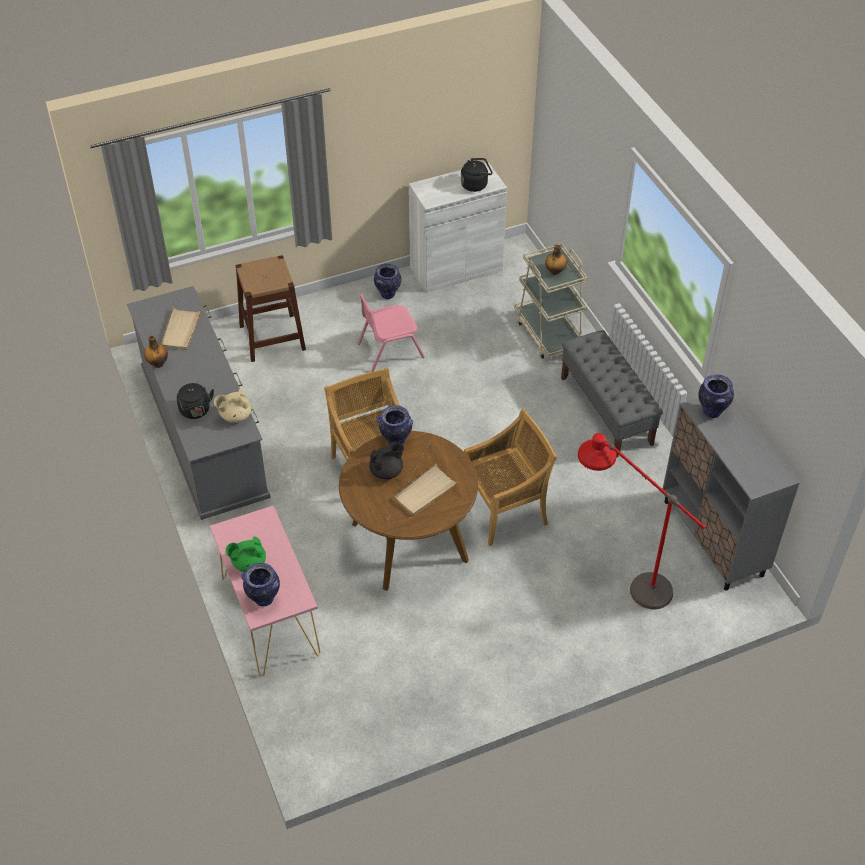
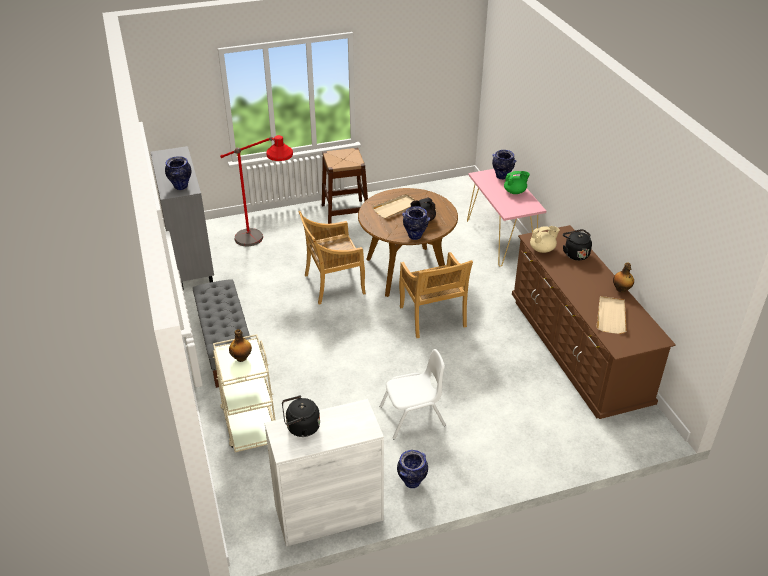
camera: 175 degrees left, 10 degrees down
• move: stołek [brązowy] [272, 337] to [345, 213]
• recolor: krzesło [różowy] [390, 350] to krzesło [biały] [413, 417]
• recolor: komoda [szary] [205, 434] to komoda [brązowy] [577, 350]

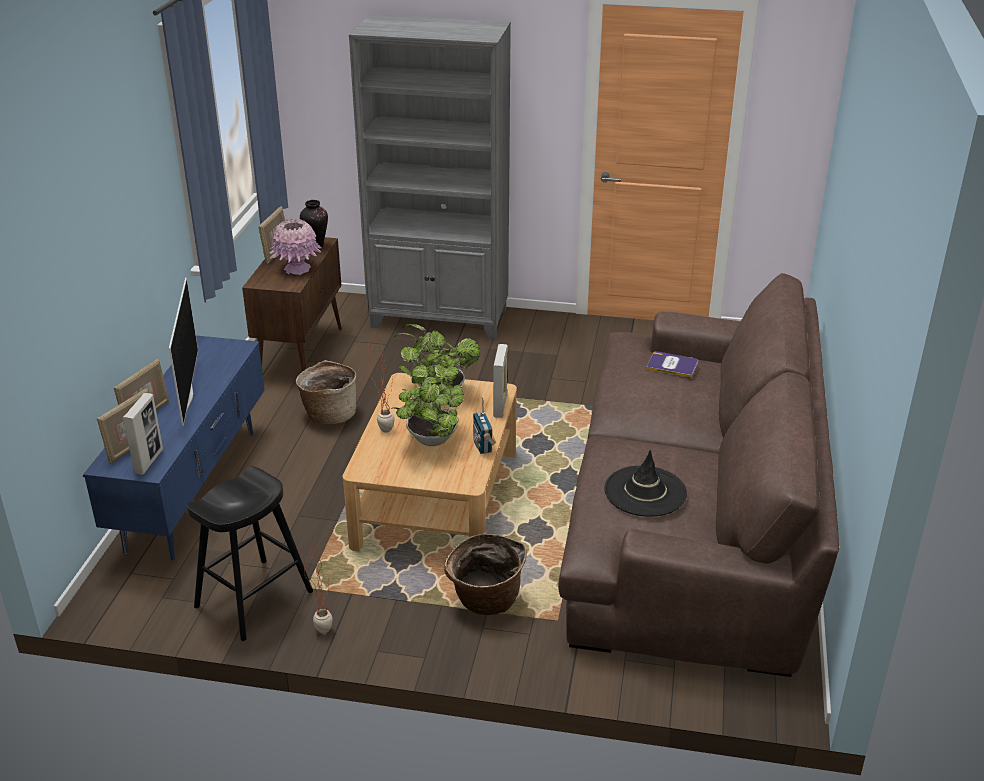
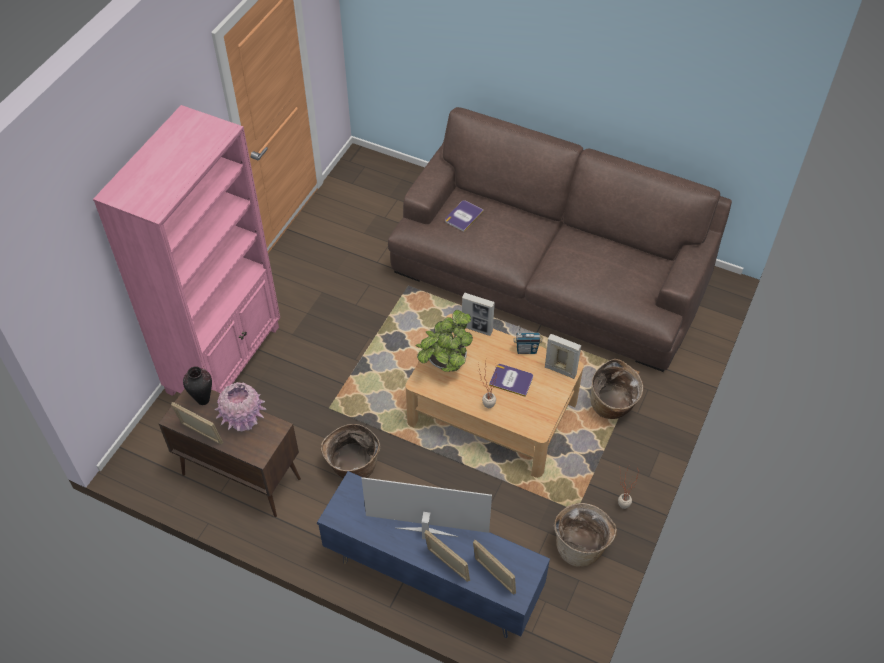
camera: 75 degrees left, 20 degrees up
• recolor: regał [szary] [440, 319] to regał [różowy] [225, 359]
• replace: roślina doniczkowa [430, 441] to książka [511, 380]
• move: ramka na zdjęcie [149, 461] to [560, 370]
• replace: stołek [czarny] [254, 599] to koszyk [581, 546]
• delete: kapelusz [czarny] [645, 492]

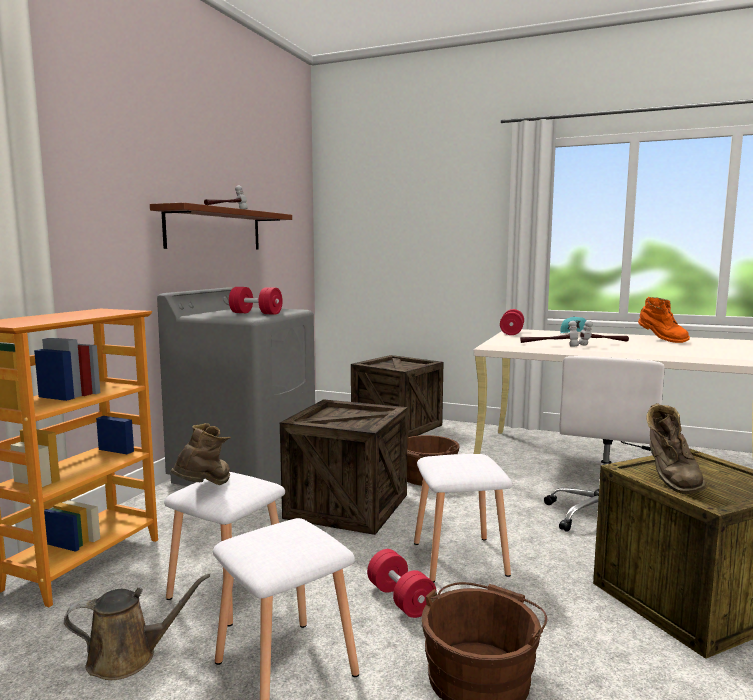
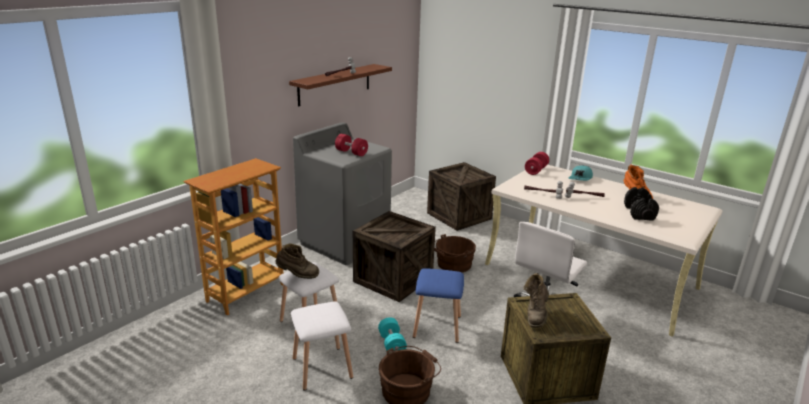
camera: 15 degrees right, 15 degrees up
• rotate: but z cholewką [brązowy] [205, 489] = [297, 275] 60 degrees clockwise
• recolor: hantel [czerwony] [400, 599] to hantel [turkusowy] [391, 344]
• recolor: stołek [biały] [461, 558] to stołek [niebieski] [438, 326]
• insert: hantel [czarny] [639, 213]
• delete: konewka [brązowy] [129, 657]

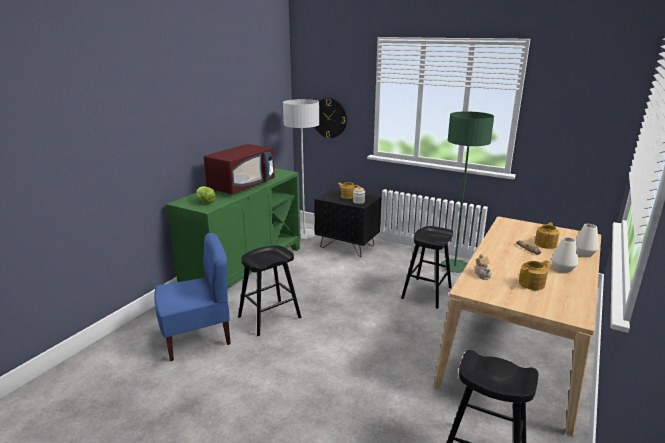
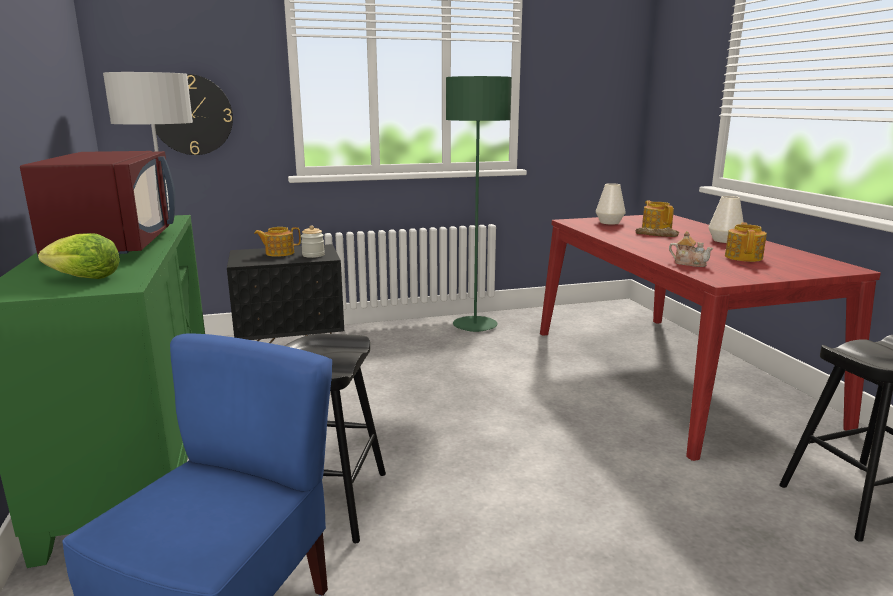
camera: 45 degrees left, 5 degrees down
• recolor: stół jadalny [beżowy] [519, 344] to stół jadalny [czerwony] [671, 374]
• move: wazon [biały] [584, 253] to [609, 222]
• delete: stołek [czarny] [426, 293]

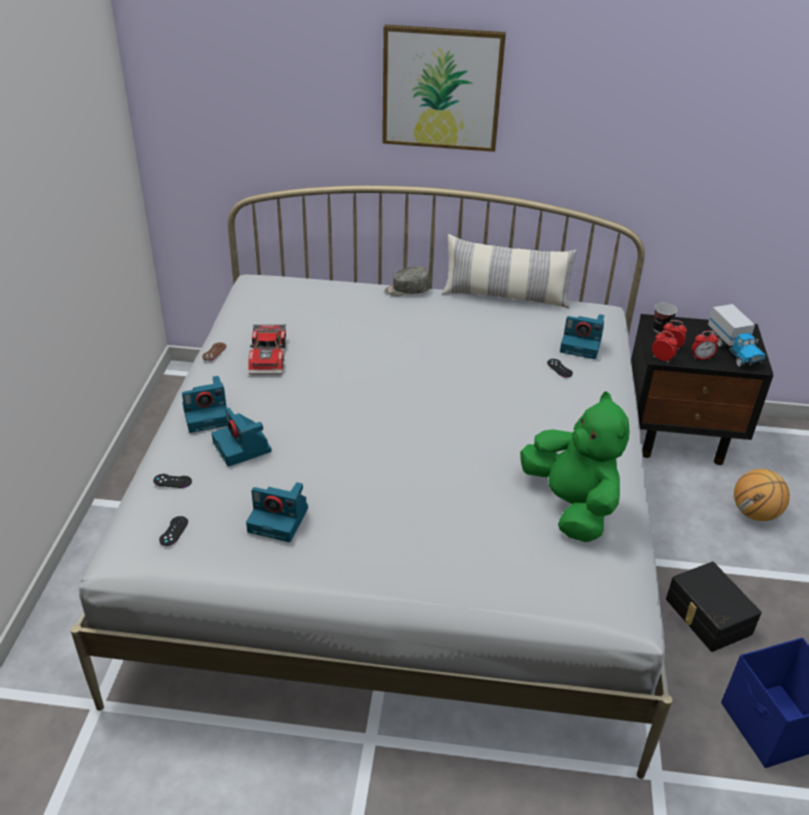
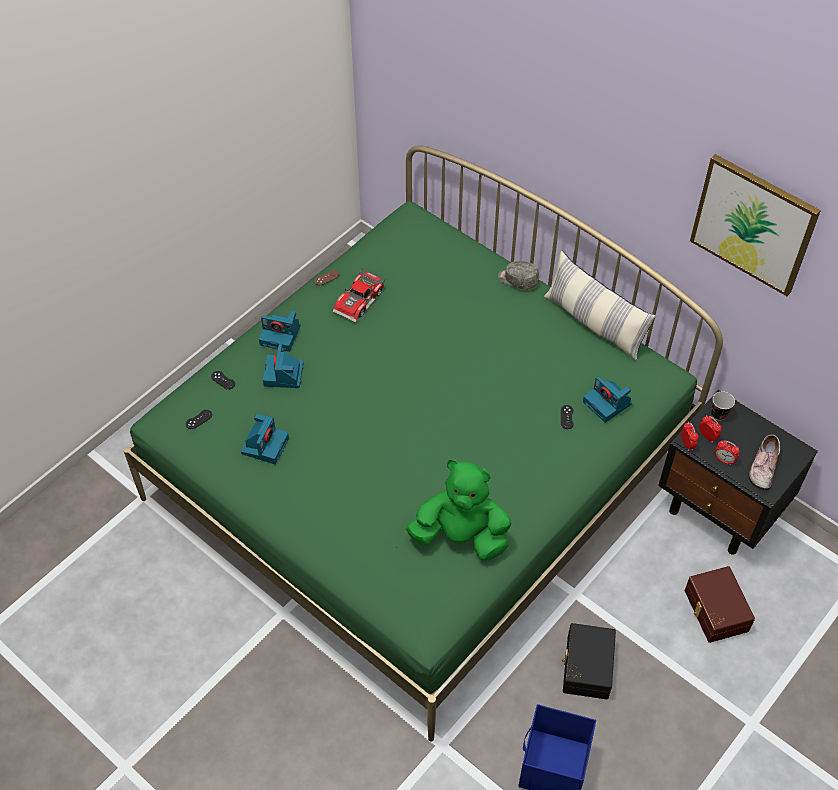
camera: 35 degrees right, 15 degrees up
• recolor: łóżko [biały] [401, 530] to łóżko [zielony] [419, 474]
• rotate: aparat fotograficzny [279, 519] = [265, 445] 120 degrees counterclockwise
• rotate: pluszak [zielony] [571, 505] = [461, 536] 90 degrees counterclockwise
• replace: piłka do koszykówki [755, 513] to pojemnik do przechowywania [brązowy] [714, 611]
• move: obraz [441, 88] to [753, 224]
• replace: ciężarówka zabawkowa [733, 350] to but [762, 467]

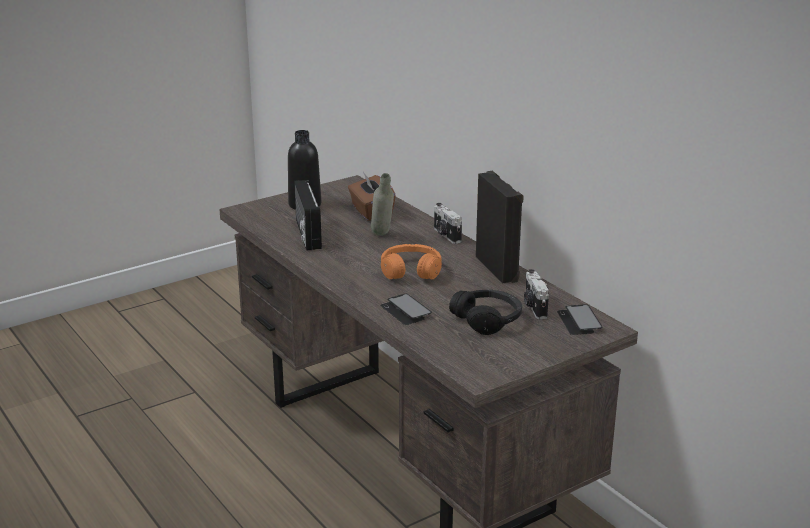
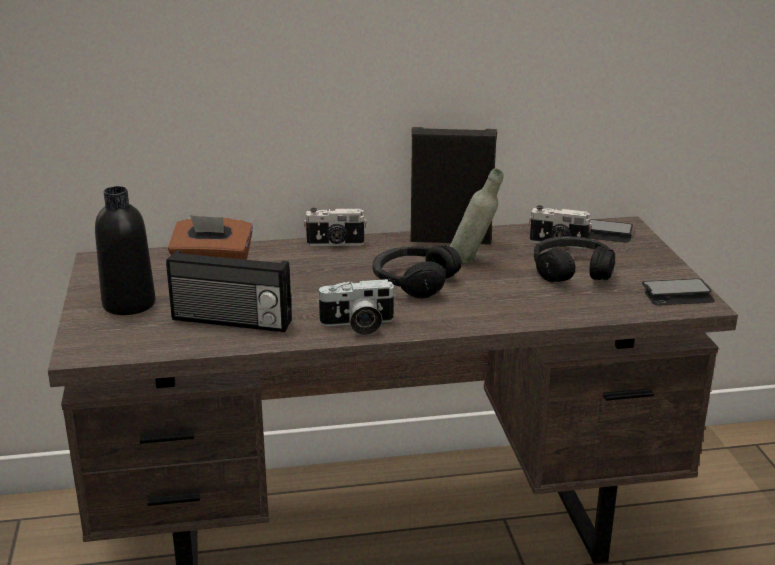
camera: 65 degrees left, 0 degrees up
• insert: aparat fotograficzny [358, 325]
• recolor: słuchawki [pomarańczowy] [411, 271] to słuchawki [czarny] [414, 282]
• move: butelka [szary] [382, 236] to [473, 262]
• move: telefon [405, 311] to [677, 294]

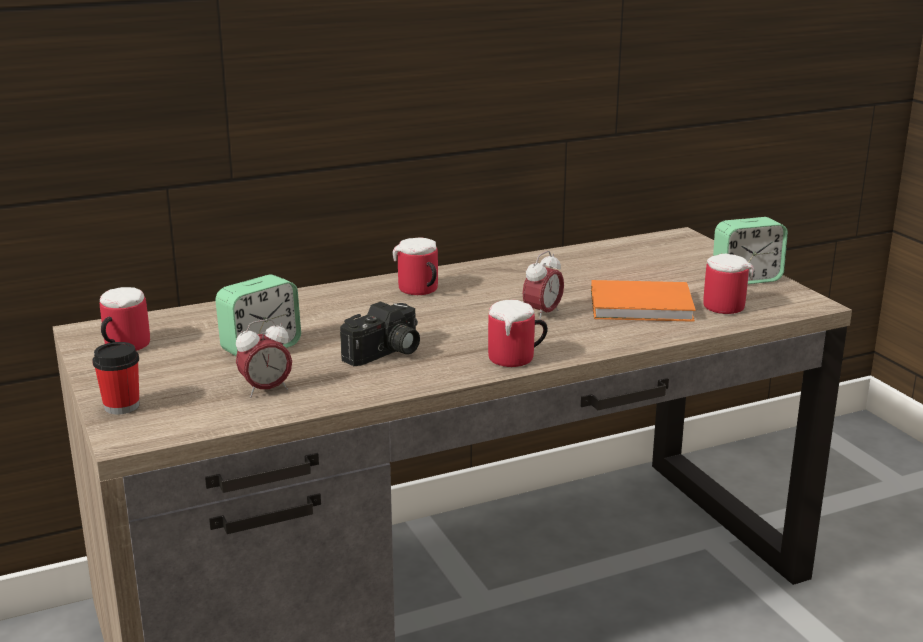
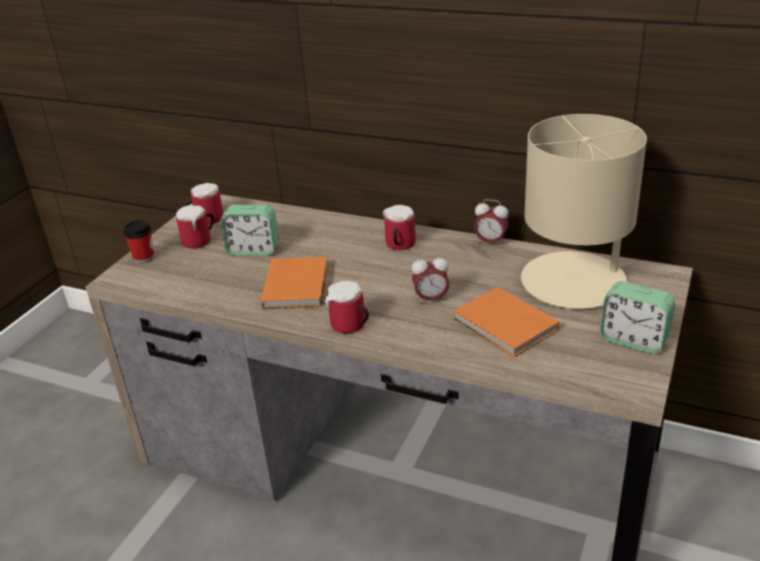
camera: 50 degrees right, 10 degrees up
• move: kubek [724, 305] to [201, 241]
• replace: aparat fotograficzny [385, 353] to książka [pomarańczowy] [297, 284]
• move: budzik [266, 390] to [490, 242]
• insert: lampa stołowa [beżowy] [574, 282]

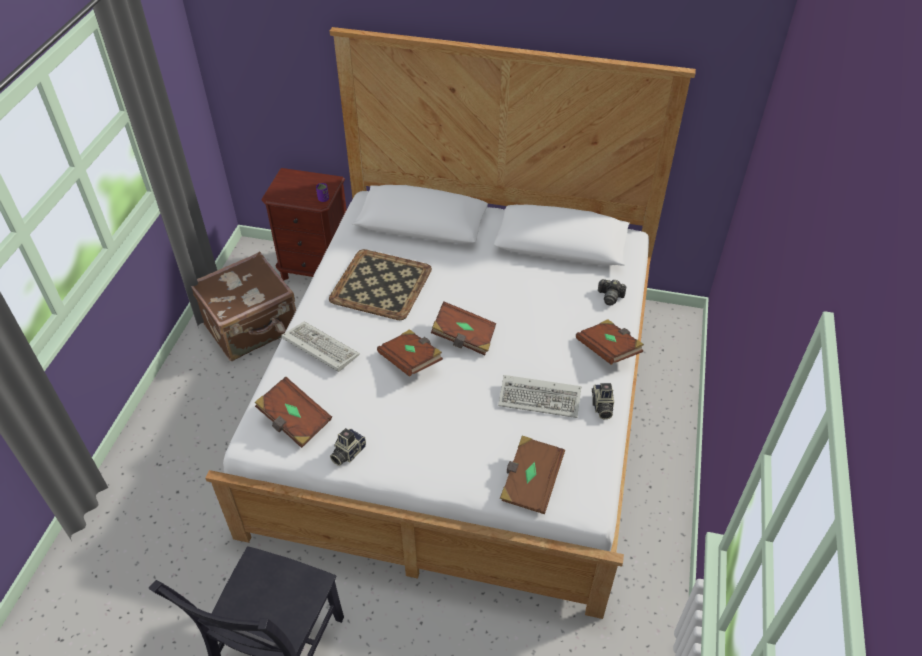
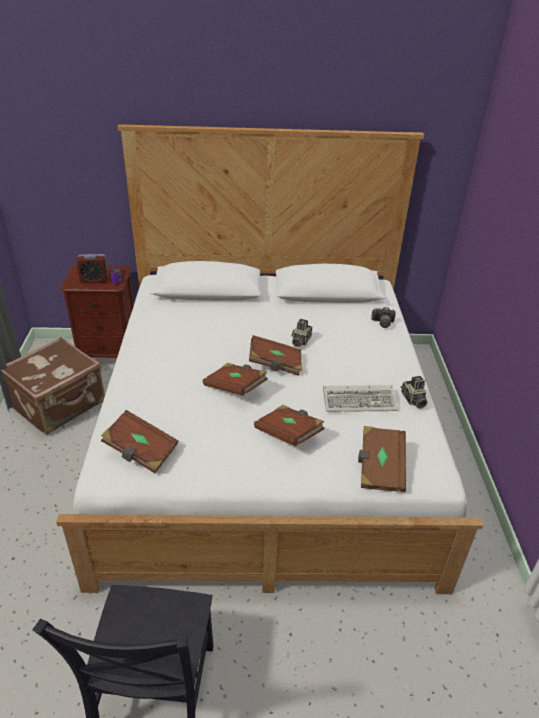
camera: 15 degrees left, 10 degrees down
• insert: budzik [94, 280]
• move: książka [brązowy] [608, 350] to [289, 434]
• move: aparat fotograficzny [347, 453] to [300, 341]
• delete: klawiatura [318, 348]
• delete: taca [381, 285]

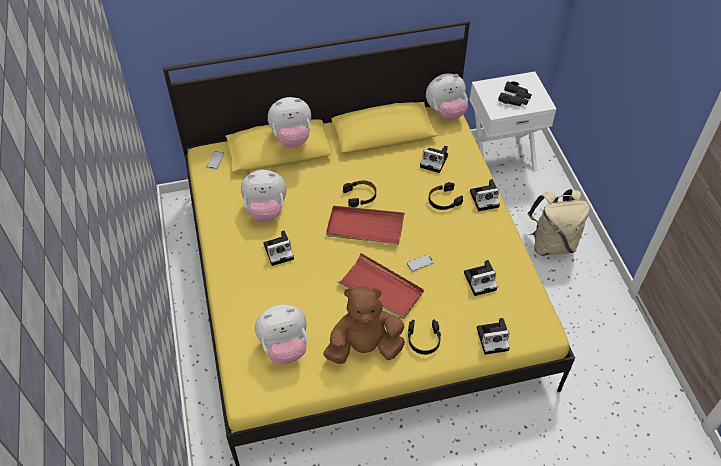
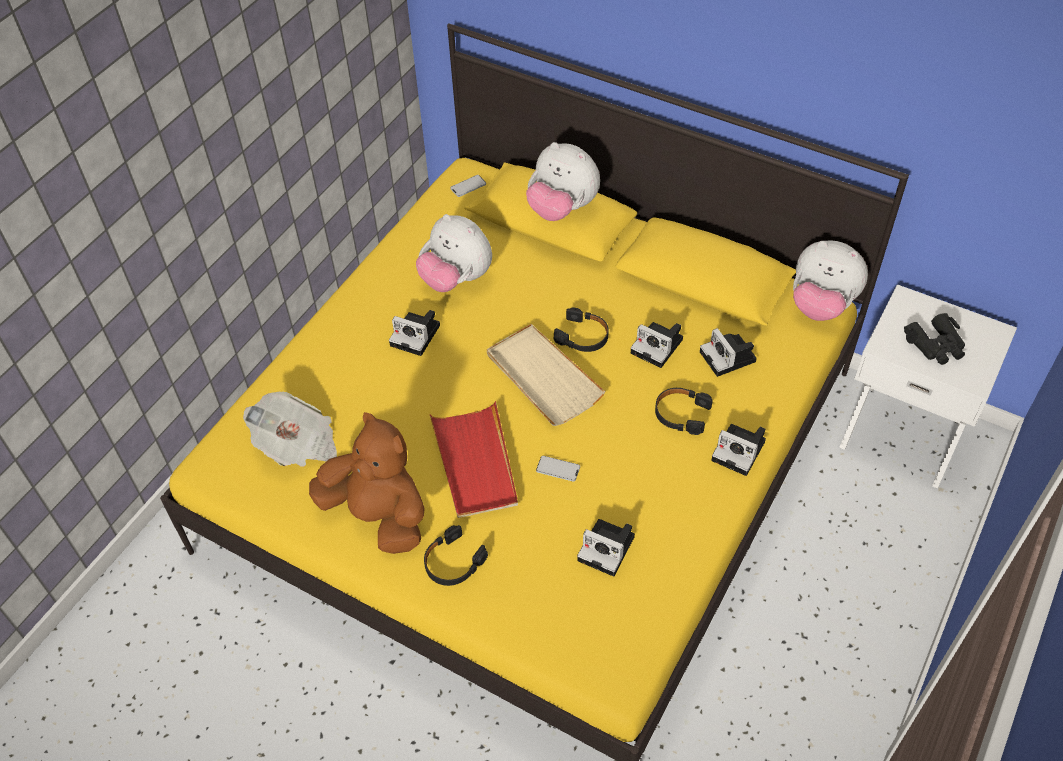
camera: 45 degrees right, 0 degrees up
• replace: pluszak [284, 347] to gazeta [297, 445]
• recolor: taca [czerwony] [365, 227] to taca [beżowy] [543, 377]
• move: aparat fotograficzny [493, 338] to [659, 346]
• delete: plecak [beżowy] [551, 244]

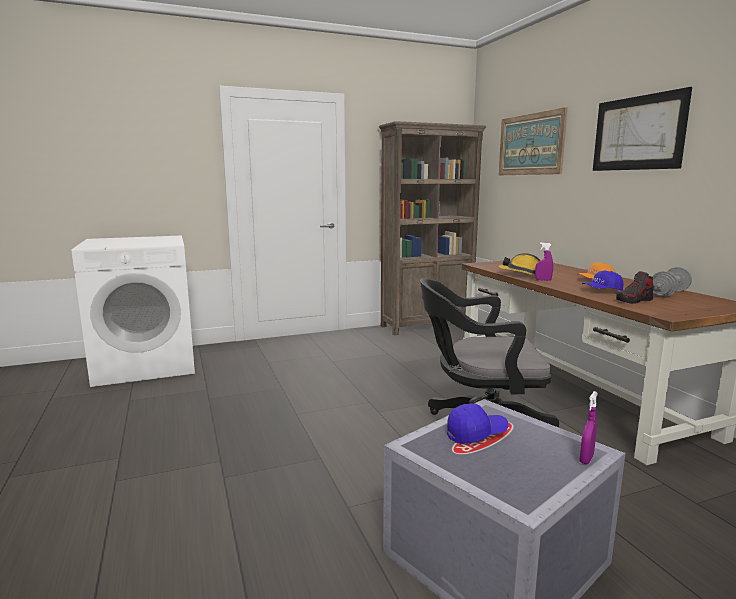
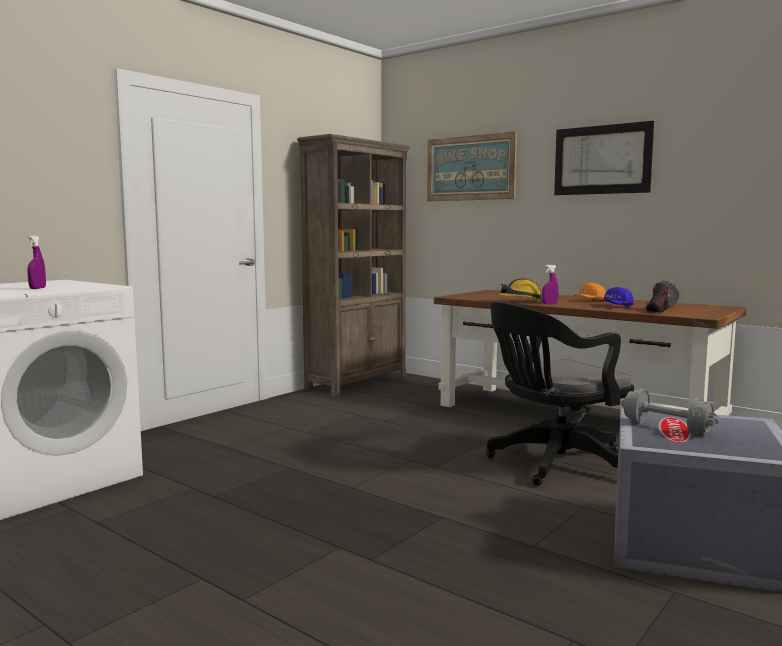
camera: 30 degrees left, 5 degrees down
• move: spryskiwacz [fioletowy] [586, 459] to [37, 288]
• replace: czapka z daszkiem [niebieski] [476, 434] to hantel [szary] [666, 428]

